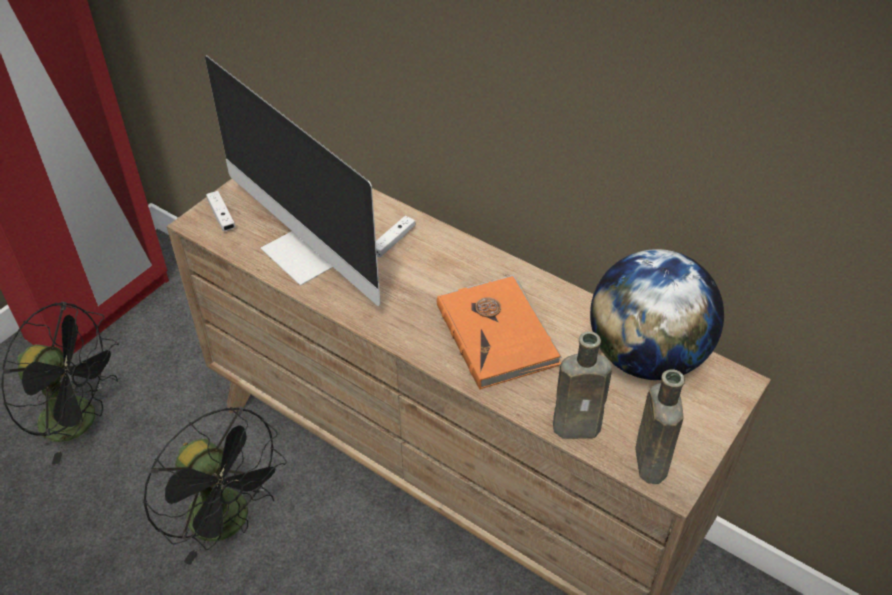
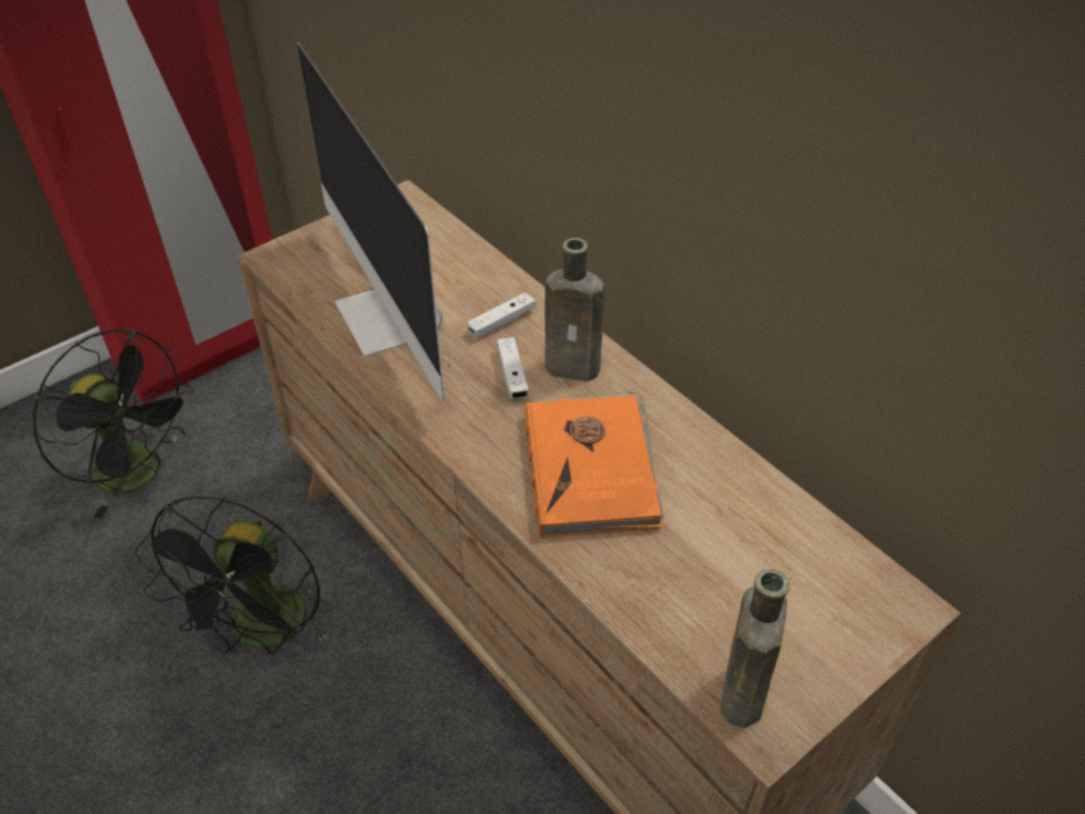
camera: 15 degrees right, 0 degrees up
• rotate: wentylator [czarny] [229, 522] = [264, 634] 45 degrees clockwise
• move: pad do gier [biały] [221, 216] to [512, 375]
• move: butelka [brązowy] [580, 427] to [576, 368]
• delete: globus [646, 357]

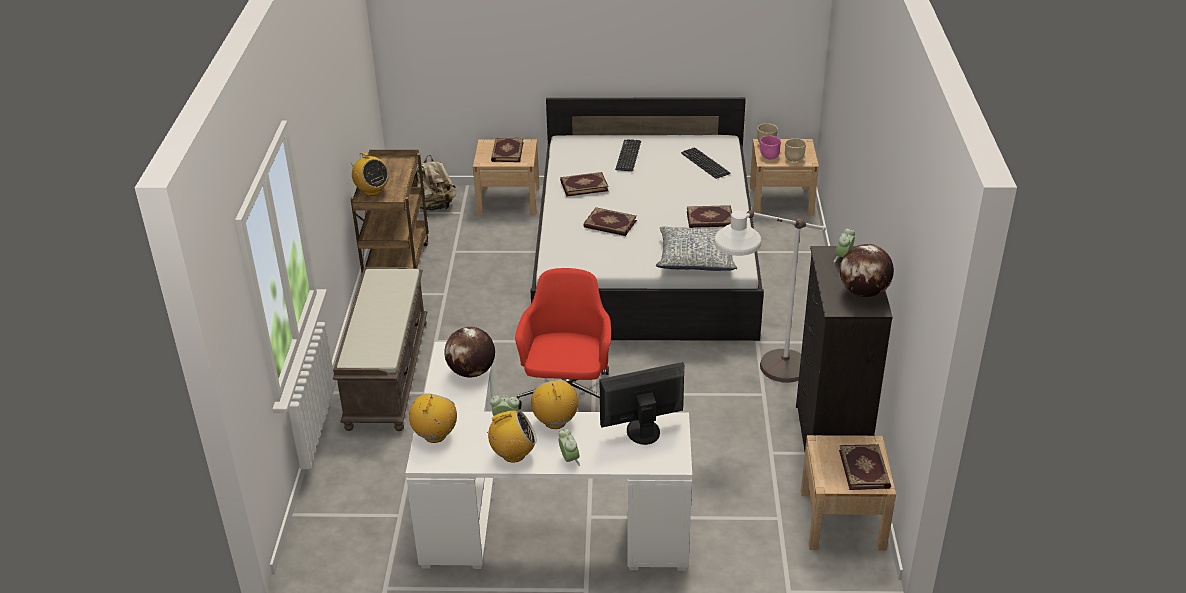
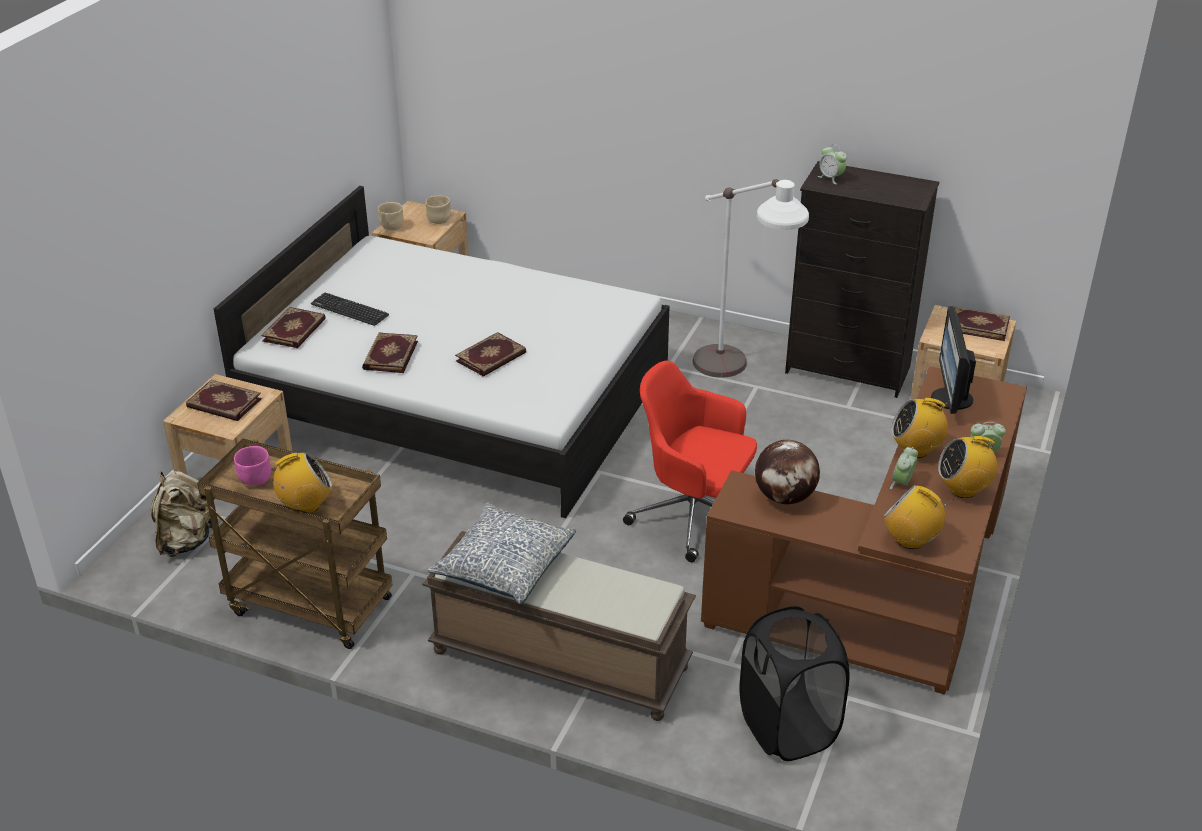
camera: 70 degrees left, 0 degrees up
• move: miska [różowy] [769, 156] to [255, 481]
• move: książka [710, 219] to [295, 330]
• move: poduszka [697, 258] to [504, 565]
• recolor: biurko [biały] [530, 518] to biurko [brązowy] [889, 591]
• insert: kosz na pranie [czarny] [788, 728]
• rotate: radio [513, 454] = [963, 489] 105 degrees counterclockwise
• delete: klawiatura [705, 163]
• delete: globus [863, 292]

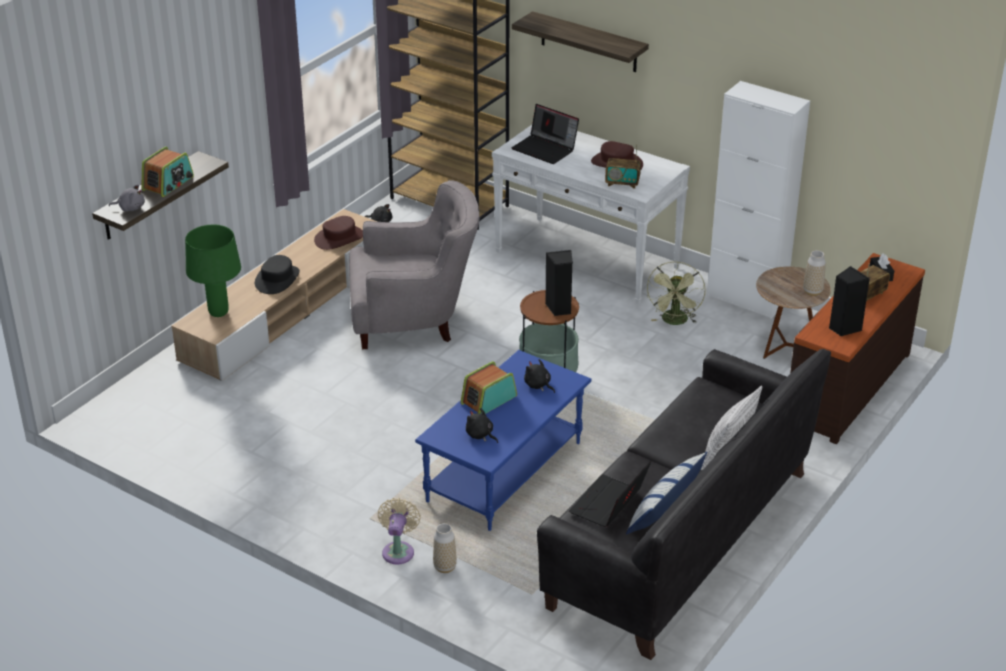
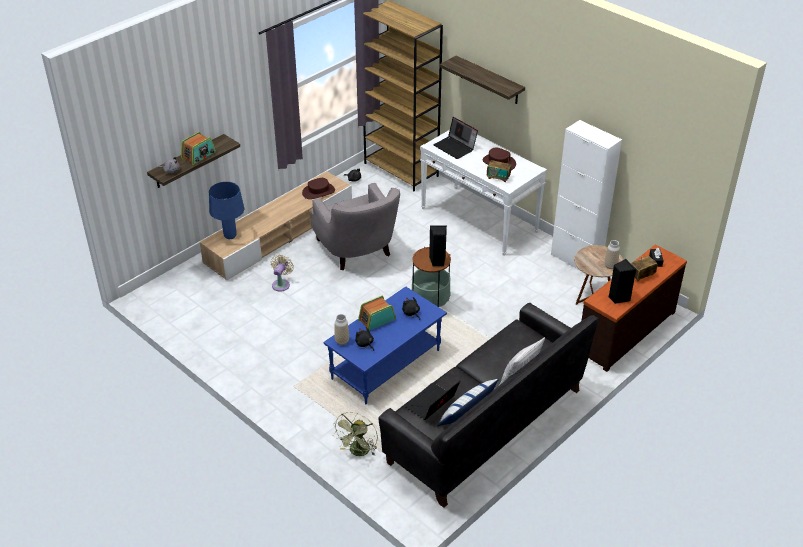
camera: 10 degrees right, 5 degrees up
• recolor: lampa stołowa [zielony] [218, 313] to lampa stołowa [niebieski] [230, 236]
• move: wentylator [beżowy] [398, 550] to [281, 284]
• rotate: fotel [szary] [414, 319] = [357, 251] 60 degrees clockwise
• move: wentylator [zielony] [675, 322] to [358, 452]
• move: wazon [445, 567] to [342, 341]
• delete: kapelusz [czarny] [277, 279]

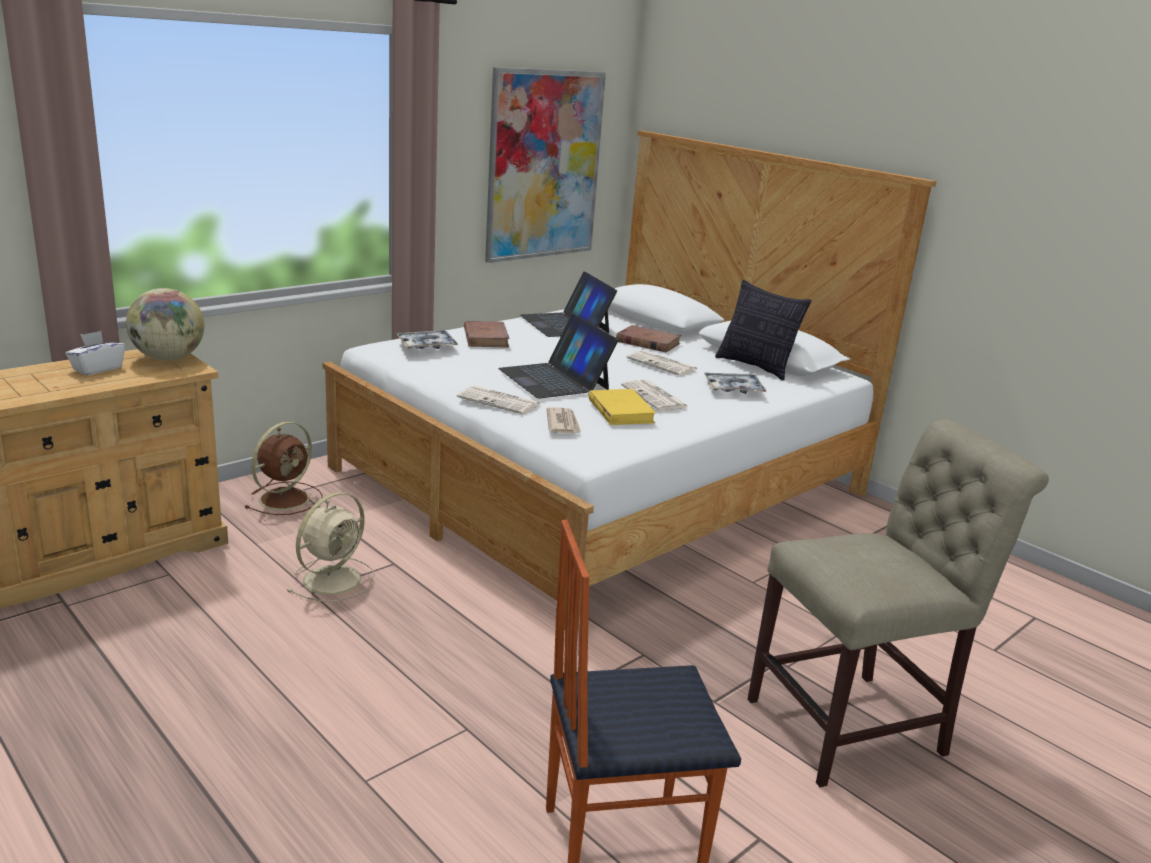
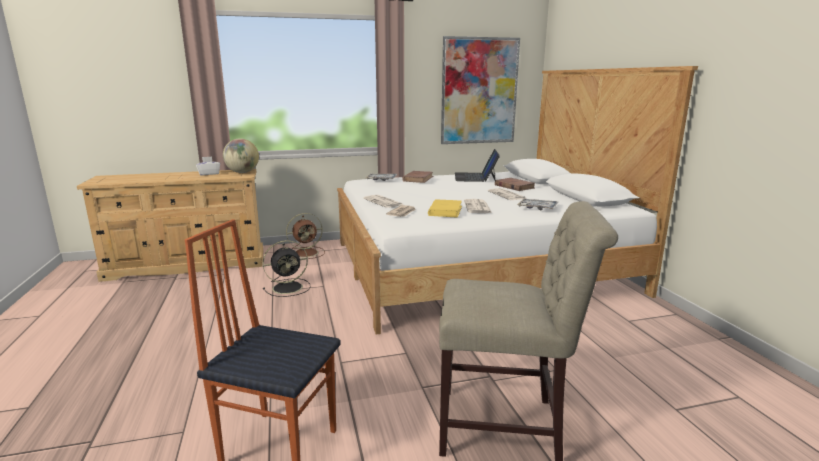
camera: 30 degrees right, 5 degrees down
• recolor: wentylator [beżowy] [334, 578] to wentylator [czarny] [289, 287]
• delete: laptop [554, 379]
• delete: poduszka [755, 367]

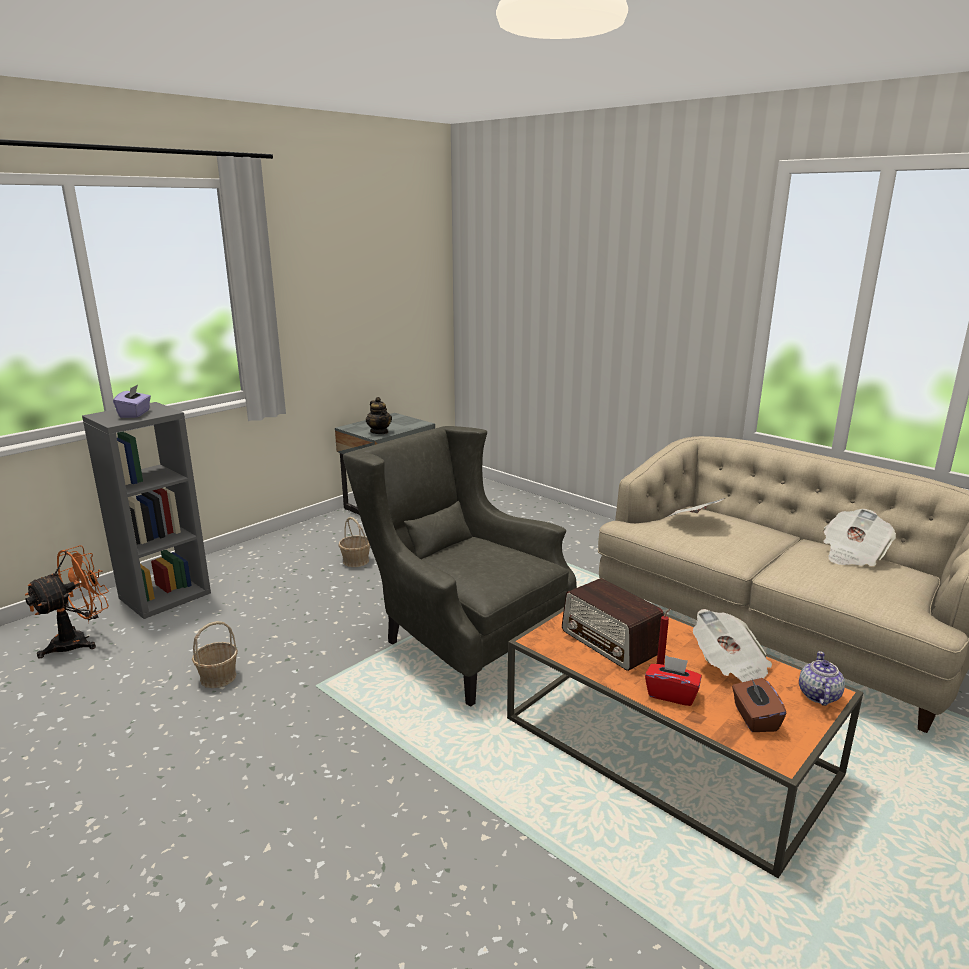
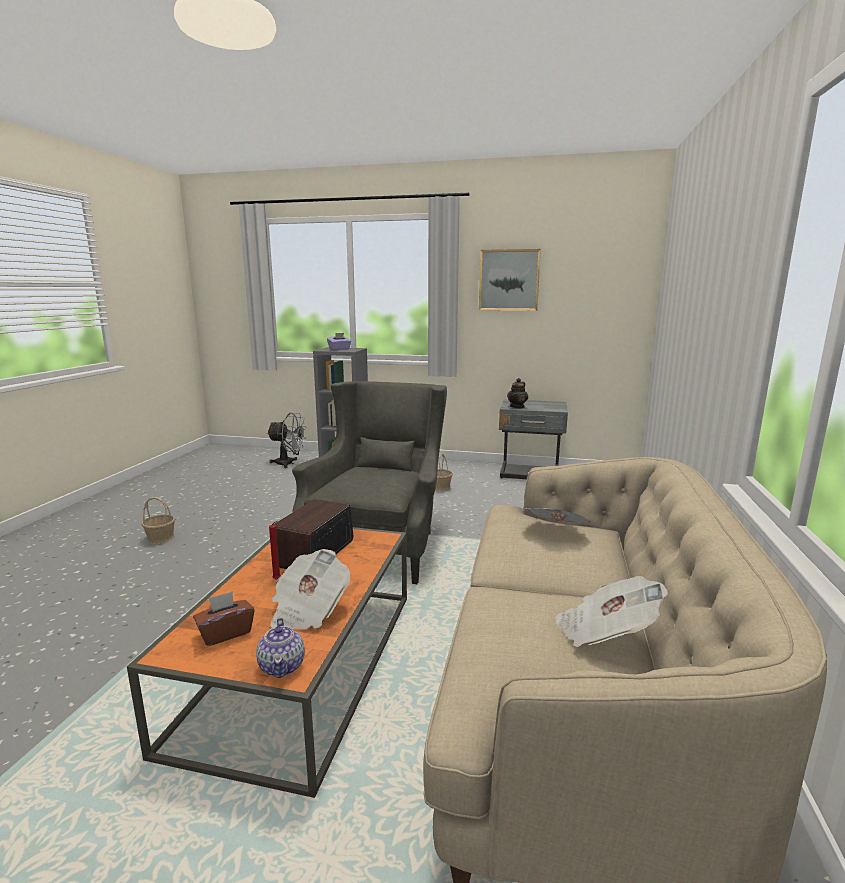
camera: 60 degrees right, 5 degrees down
• move: koszyk [218, 677] to [161, 538]
• rotate: imbryk [818, 695] = [282, 666] 90 degrees clockwise
• recolor: wentylator [pomarańczowy] [79, 641] to wentylator [szary] [289, 463]
• insert: obraz [509, 280]
• delete: pudełko chusteczek [czerwony] [671, 694]

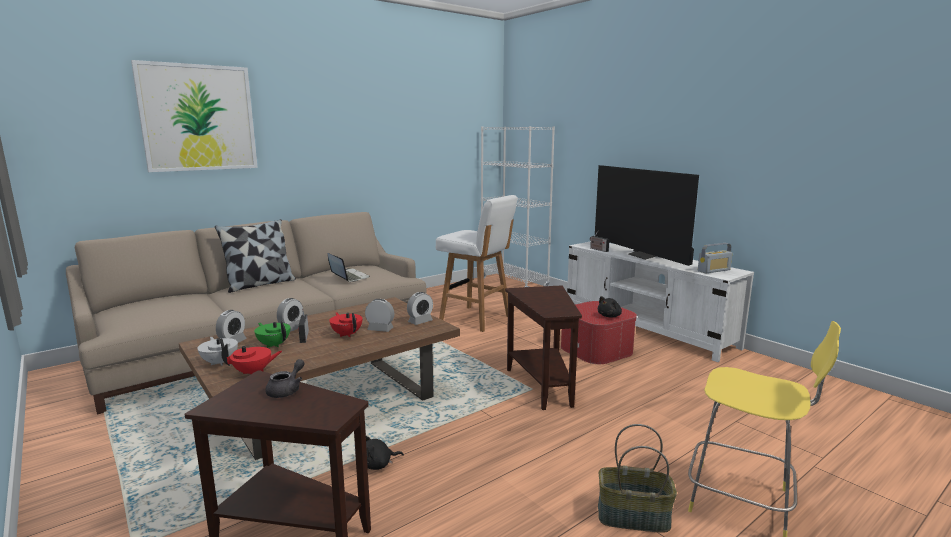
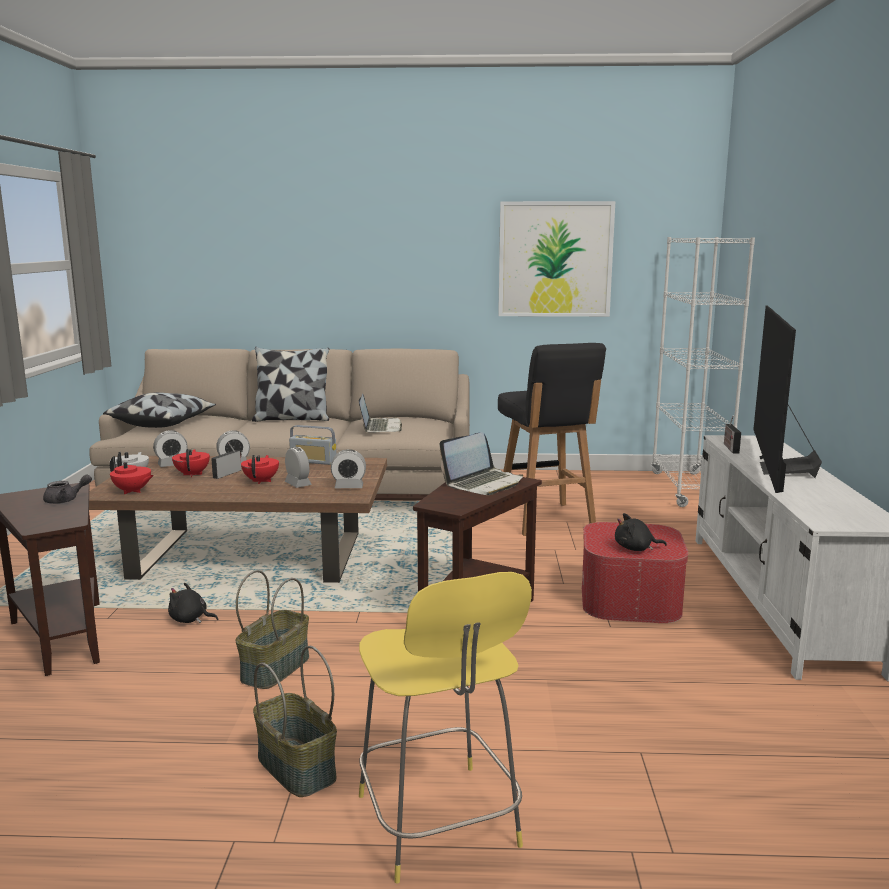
camera: 40 degrees right, 0 degrees up
• insert: poduszka [162, 423]
• recolor: imbryk [zielony] [274, 345] to imbryk [czerwony] [192, 474]
• insert: koszyk [275, 668]
• move: radio [714, 270] to [313, 461]
• insert: laptop [484, 483]
• move: obraz [198, 118] to [555, 259]
• recolor: stołek [biały] [476, 319] to stołek [czarny] [545, 520]

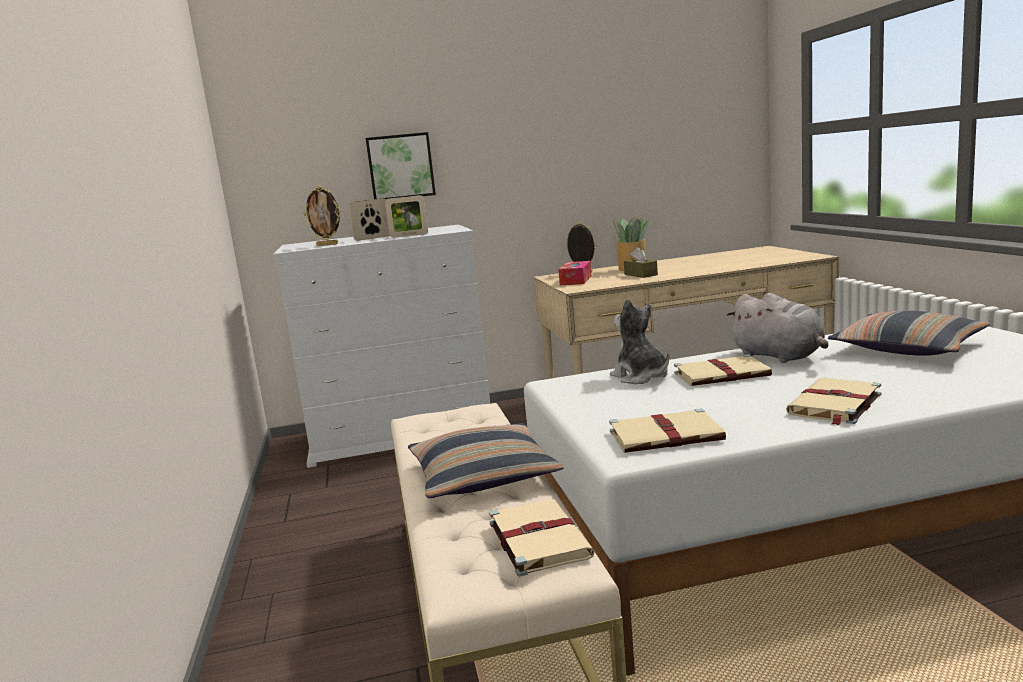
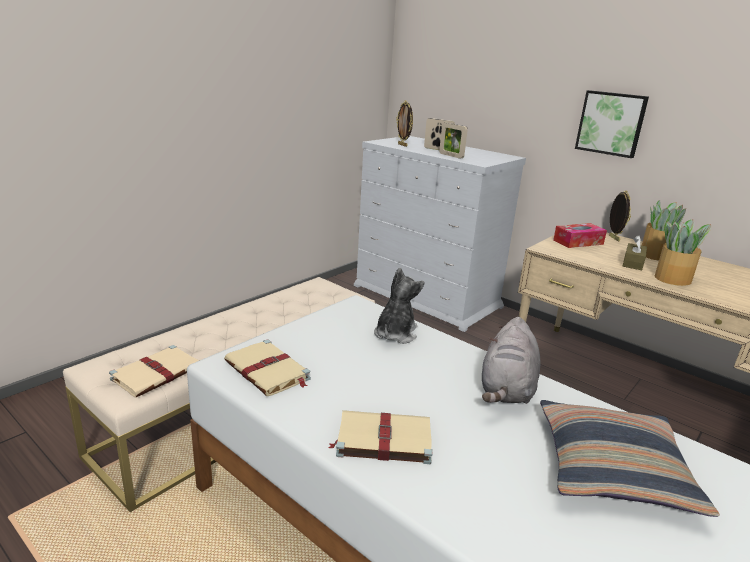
camera: 50 degrees right, 10 degrees up
• move: obraz [400, 167] to [611, 123]
• insert: roślina doniczkowa [673, 279]
• delete: poduszka [483, 476]
• delete: książka [beżowy] [723, 374]

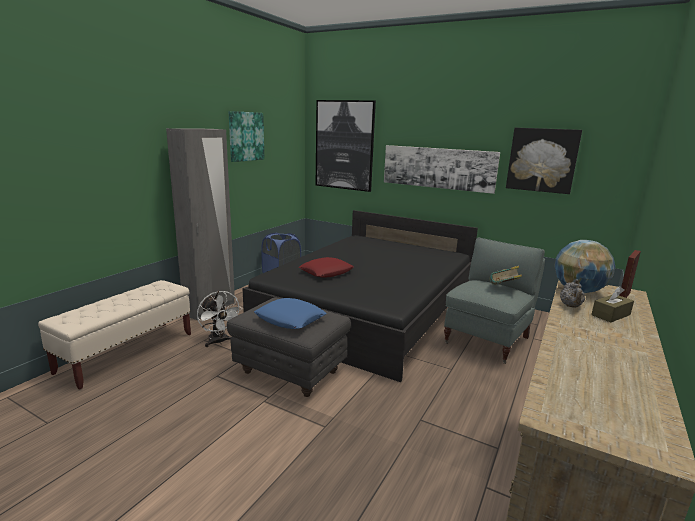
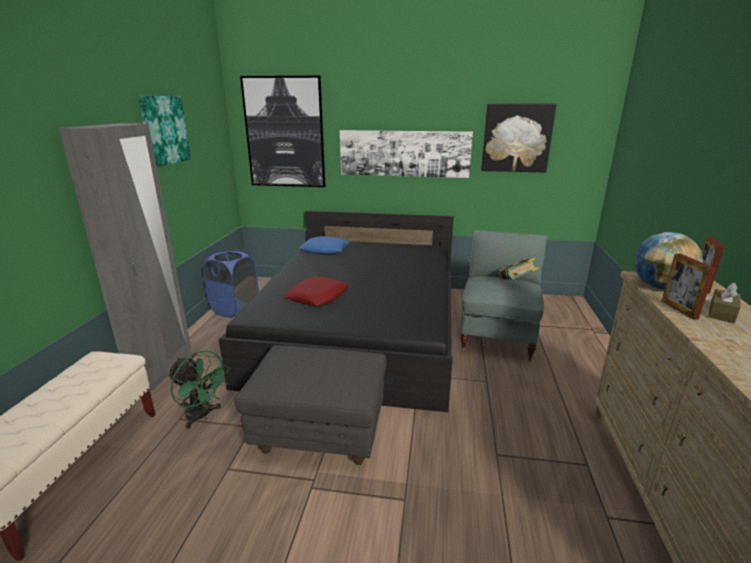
camera: 20 degrees left, 5 degrees up
• recolor: wentylator [biały] [219, 342] to wentylator [zielony] [202, 416]
• move: poduszka [niebieski] [290, 319] to [325, 250]
• replace: imbryk [szary] [570, 306] to ramka na zdjęcie [679, 309]

